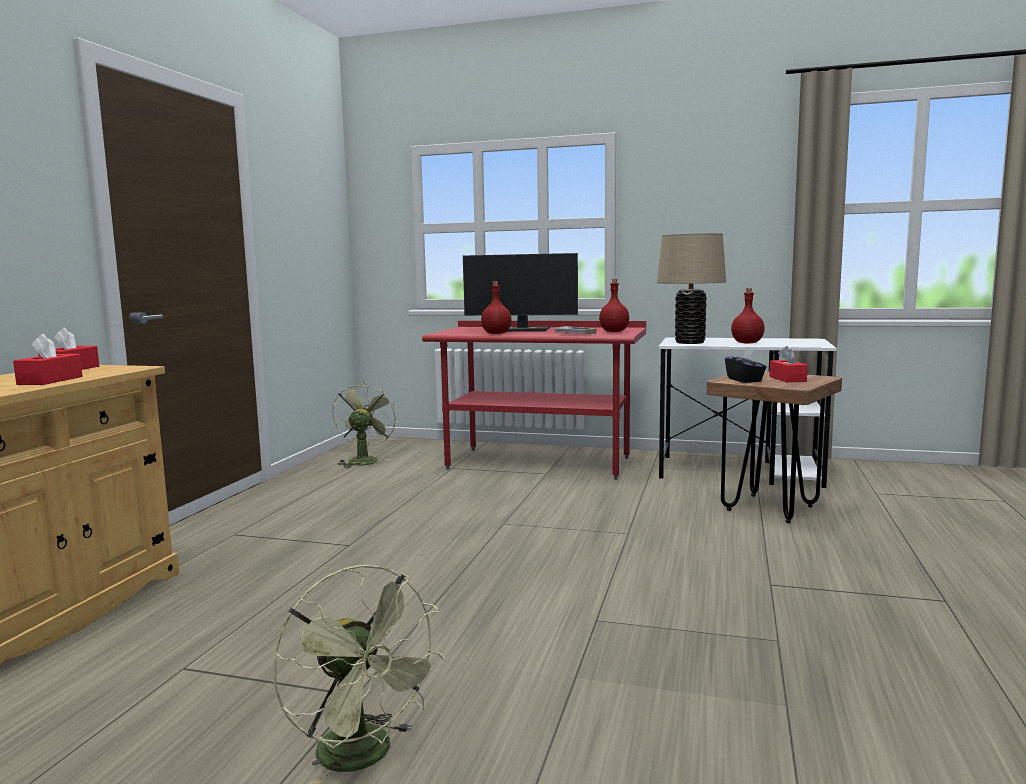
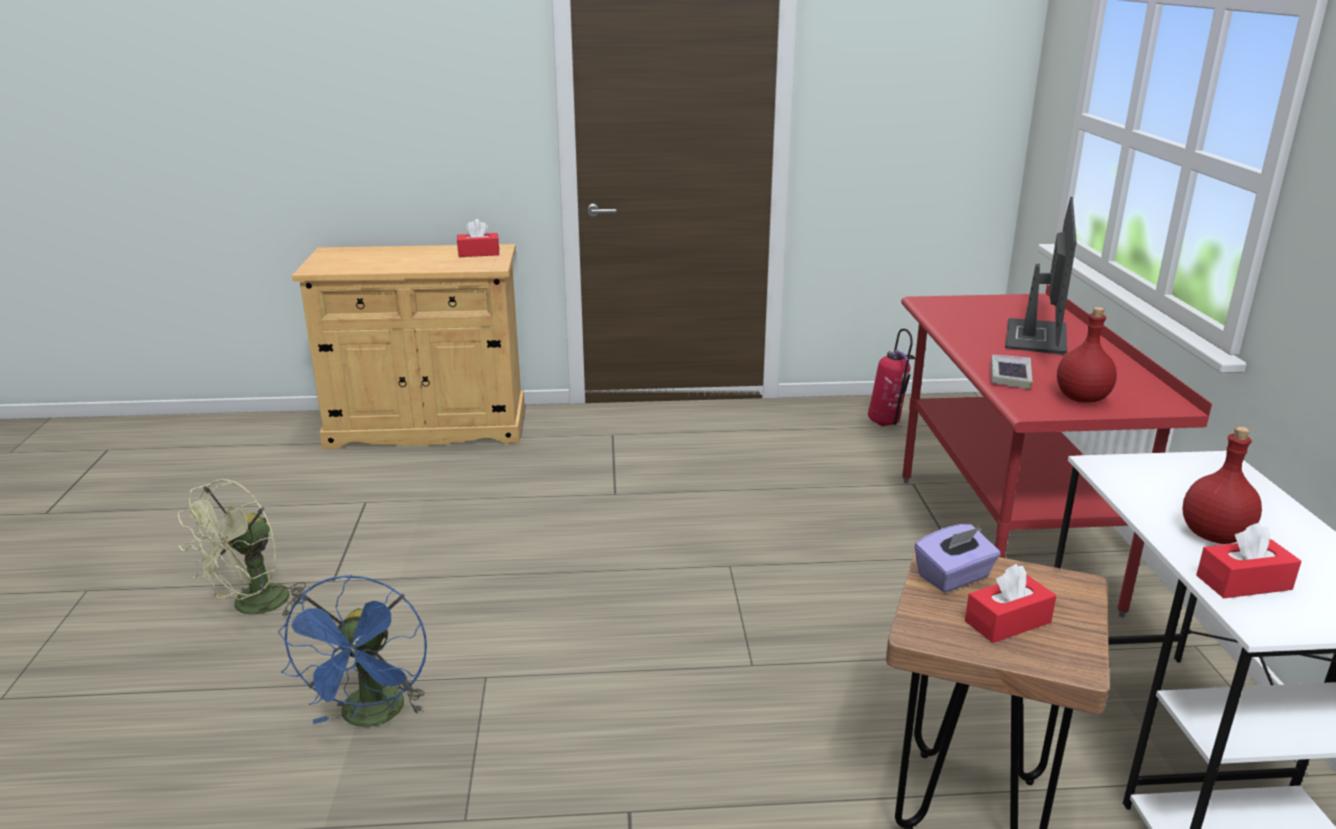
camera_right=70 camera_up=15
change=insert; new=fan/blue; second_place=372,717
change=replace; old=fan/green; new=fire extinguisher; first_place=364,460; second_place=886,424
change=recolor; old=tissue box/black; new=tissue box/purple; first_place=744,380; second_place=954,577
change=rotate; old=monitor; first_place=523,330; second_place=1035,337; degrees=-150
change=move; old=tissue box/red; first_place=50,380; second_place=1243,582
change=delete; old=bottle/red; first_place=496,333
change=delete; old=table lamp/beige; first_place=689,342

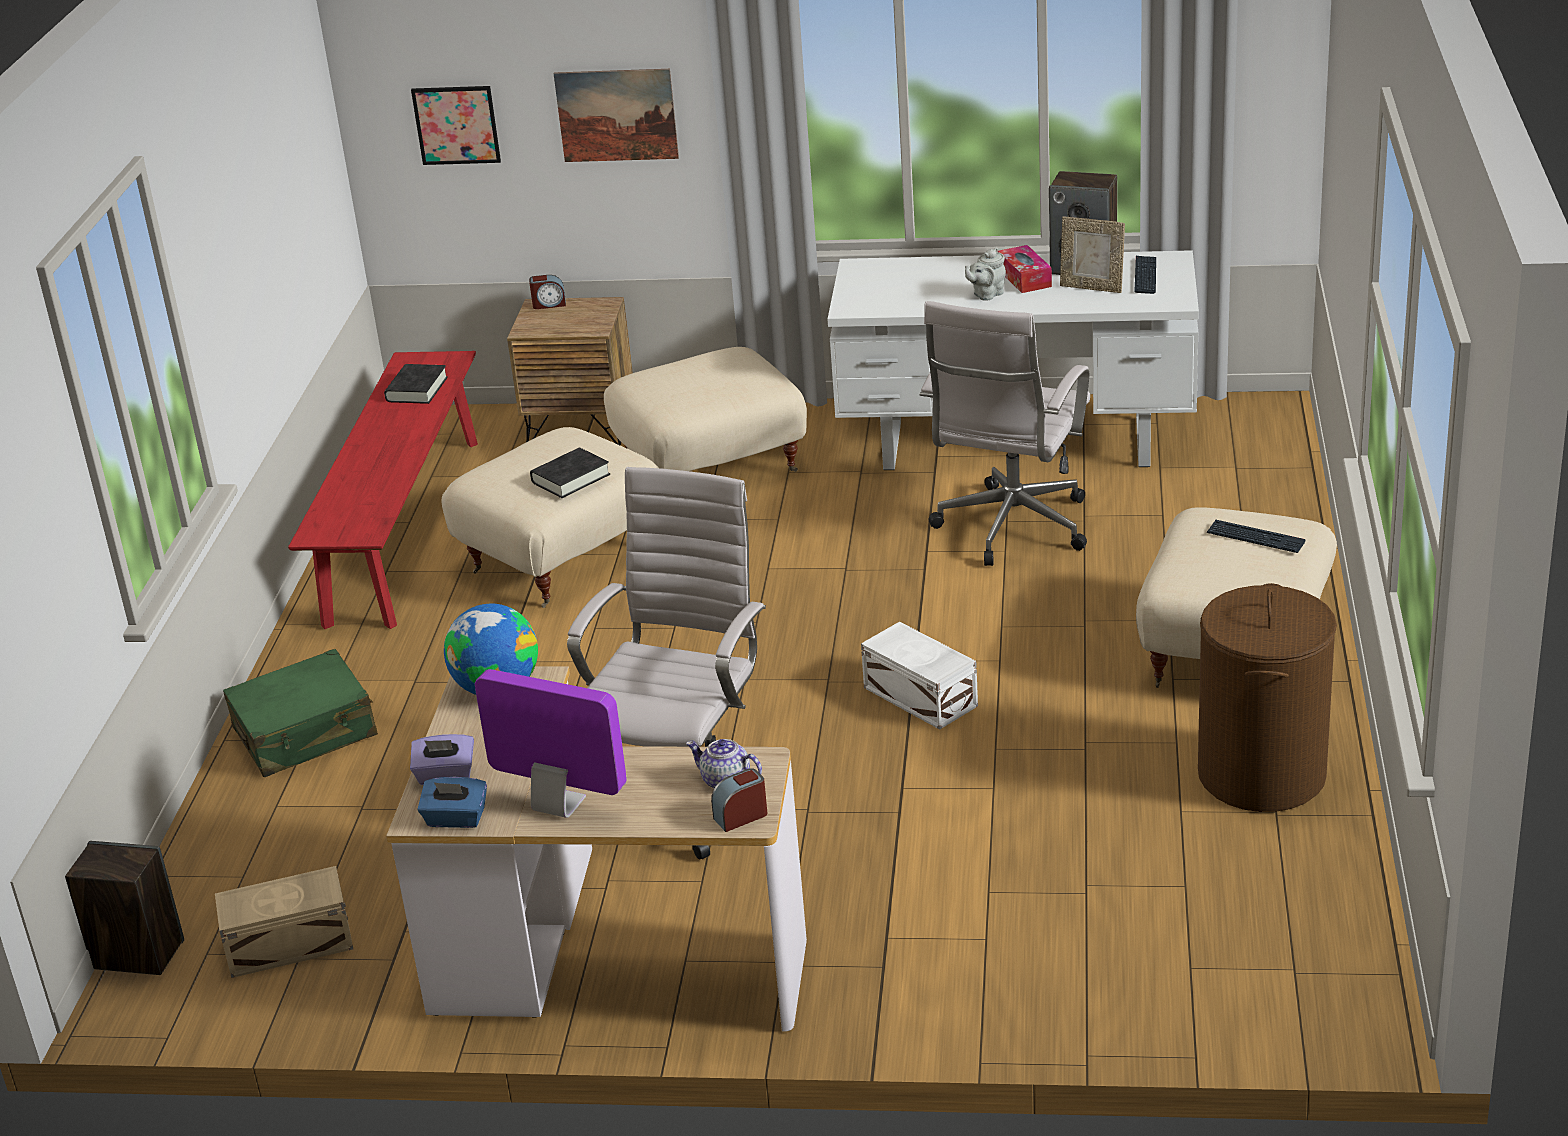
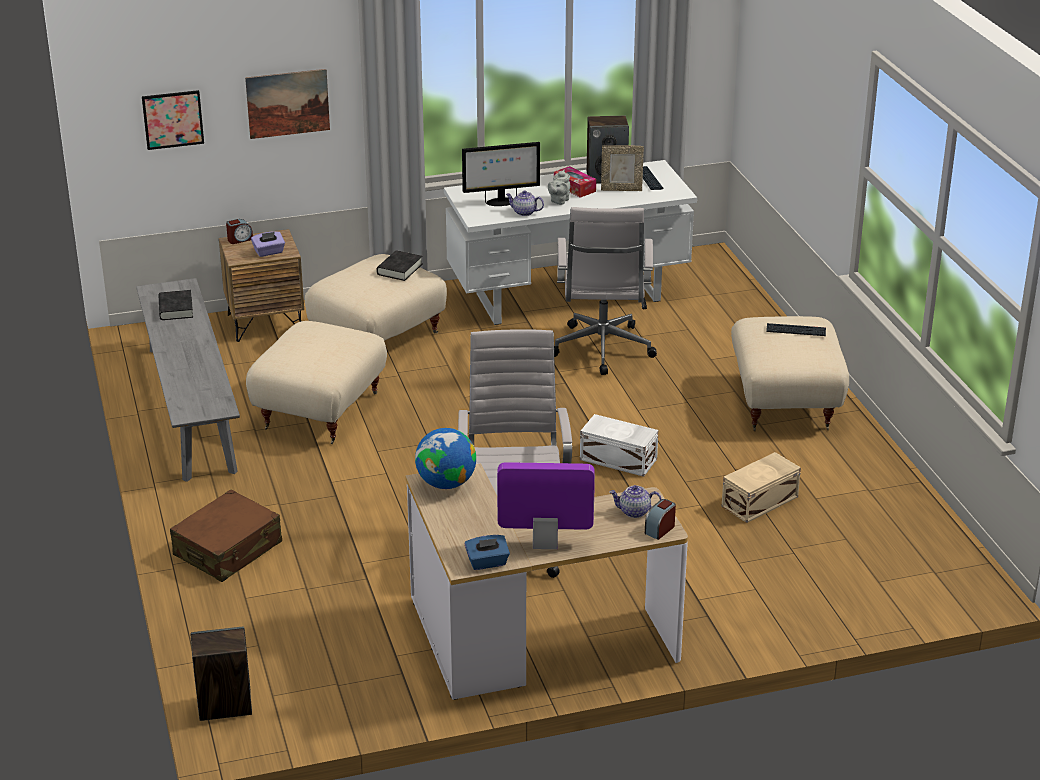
camera_right=-25 camera_up=0
change=recolor; old=bench/red; new=bench/grey; first_place=404,529; second_place=191,408
change=recolor; old=suitcase/green; new=suitcase/brown; first_place=306,733; second_place=228,549
change=move; old=tissue box/purple; first_place=445,776; second_place=269,252
change=move; old=book/black; first_place=570,478; second_place=399,269
change=insert; new=monitor; second_place=501,202
change=insert; new=teapot; second_place=524,212
change=move; old=storage box/beige; first_place=291,945; second_place=761,502
change=delete; old=laundry basket/brown; first_place=1262,775

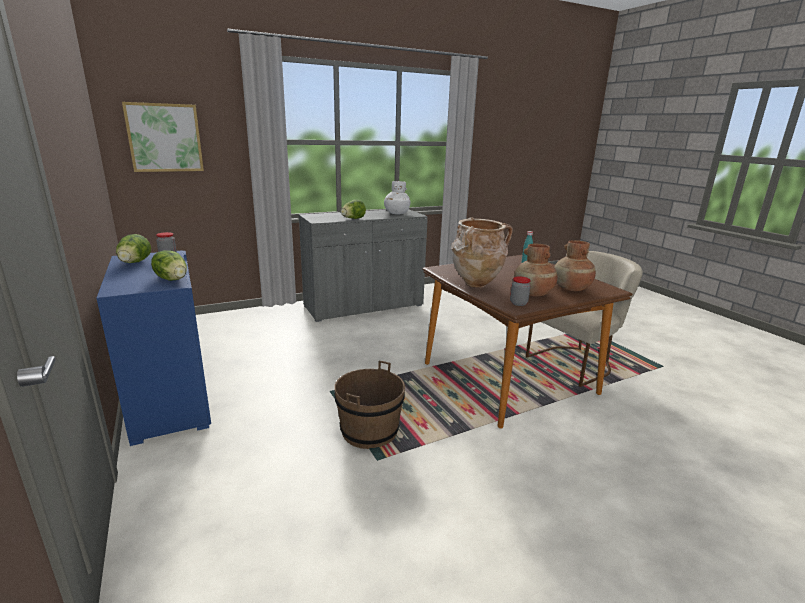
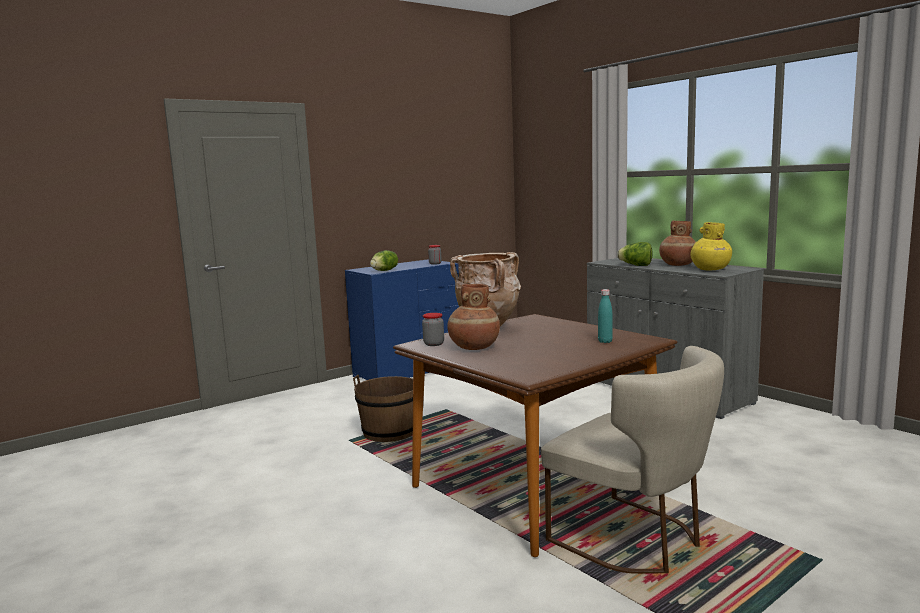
camera_right=80 camera_up=-10
change=move; old=vase/brown; first_place=571,288; second_place=677,265
change=recolor; old=vase/white; new=vase/yellow; first_place=396,213; second_place=710,269
change=delete; old=lettuce; first_place=134,263
change=delete; old=picture; first_place=165,138

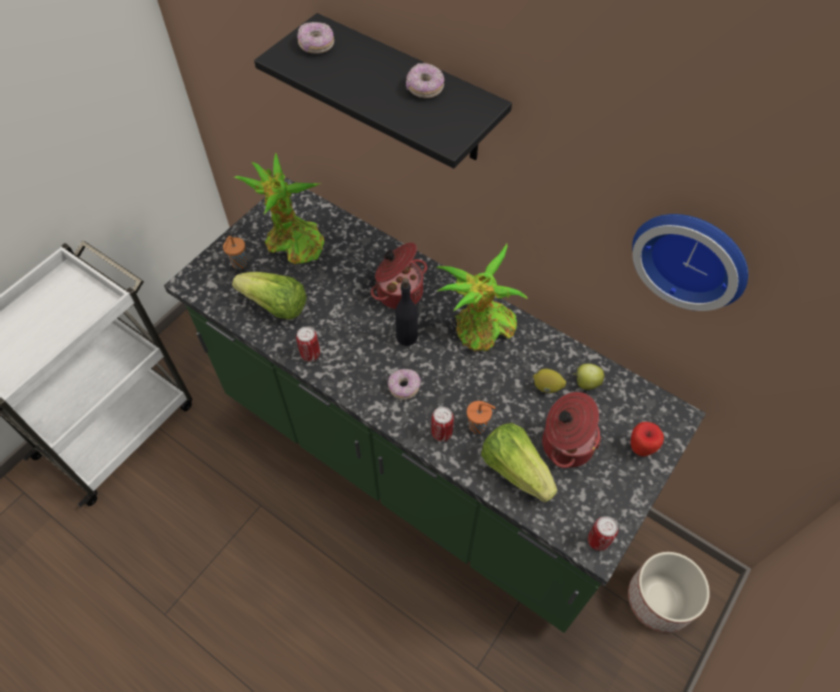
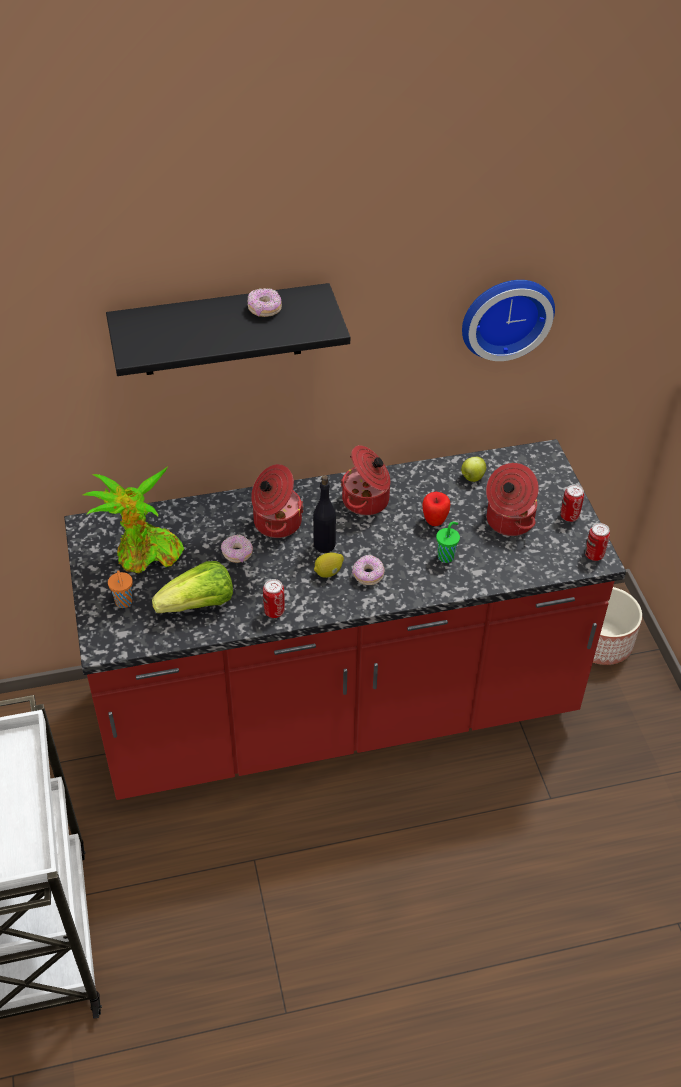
camera_right=-50 camera_up=-10
change=recolor; old=counter/green; new=counter/red; first_place=420,462; second_place=337,709
change=move; old=donut; first_place=316,45; second_place=237,554
change=move; old=lemon; first_place=547,387; second_place=328,572
change=replace; old=potted plant; new=cooking pot; first_place=481,330; second_place=367,501
change=move; old=apple; first_place=640,448; second_place=434,521
change=recolor; old=cup/orange; new=cup/green; first_place=478,426; second_place=446,556
change=move; old=can; first_place=441,433; second_place=569,516
change=delete; old=lettuce; first_place=515,469

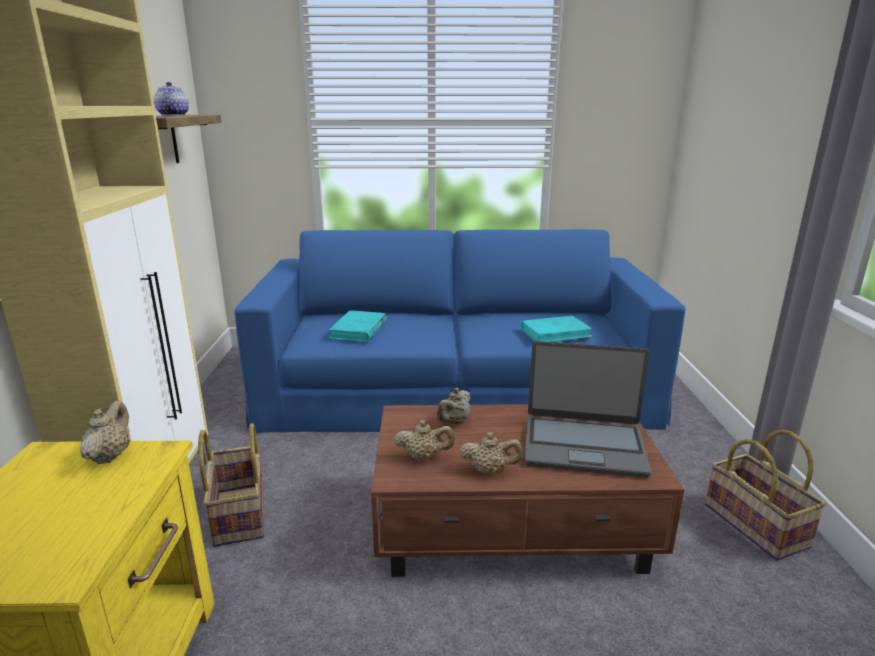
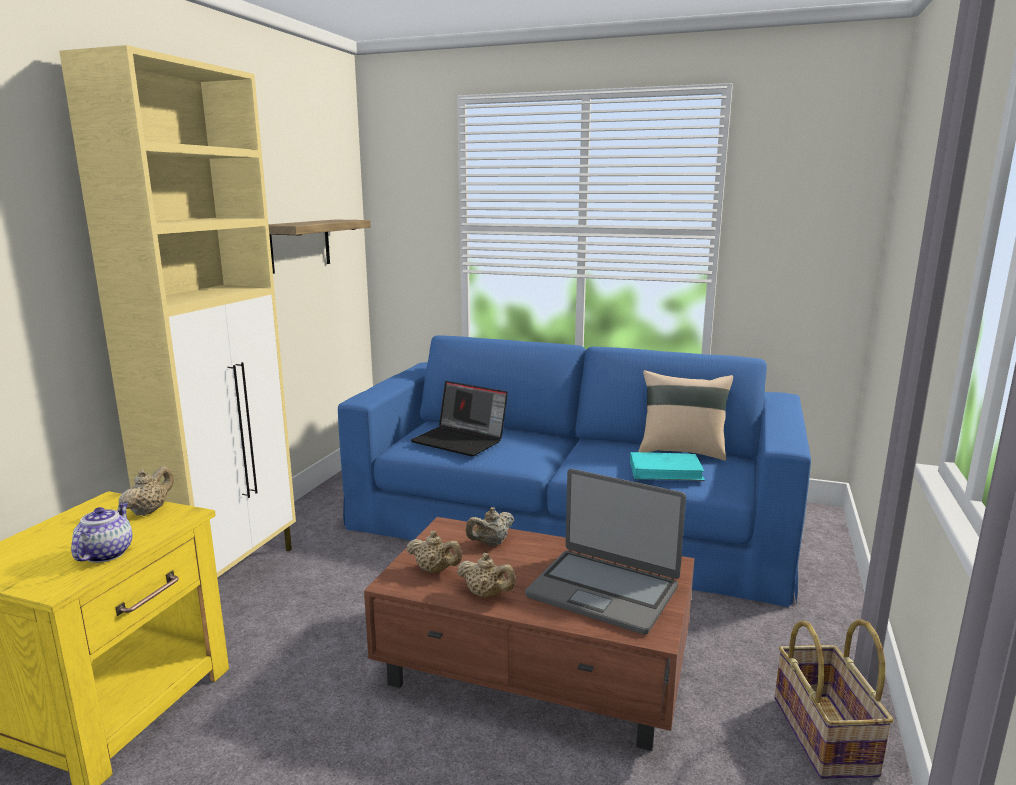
camera_right=20 camera_up=-5
change=move; old=teapot; first_place=173,115; second_place=106,553
change=replace; old=book/turquoise; new=laptop; first_place=358,330; second_place=461,440
change=insert; new=pillow/beige; second_place=682,451
change=delete; old=basket; first_place=238,514

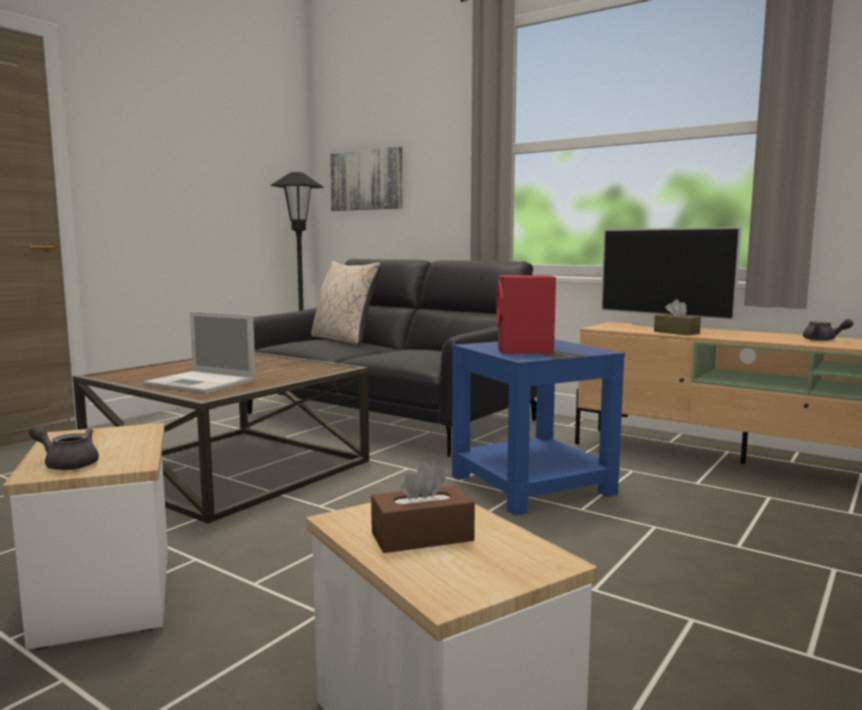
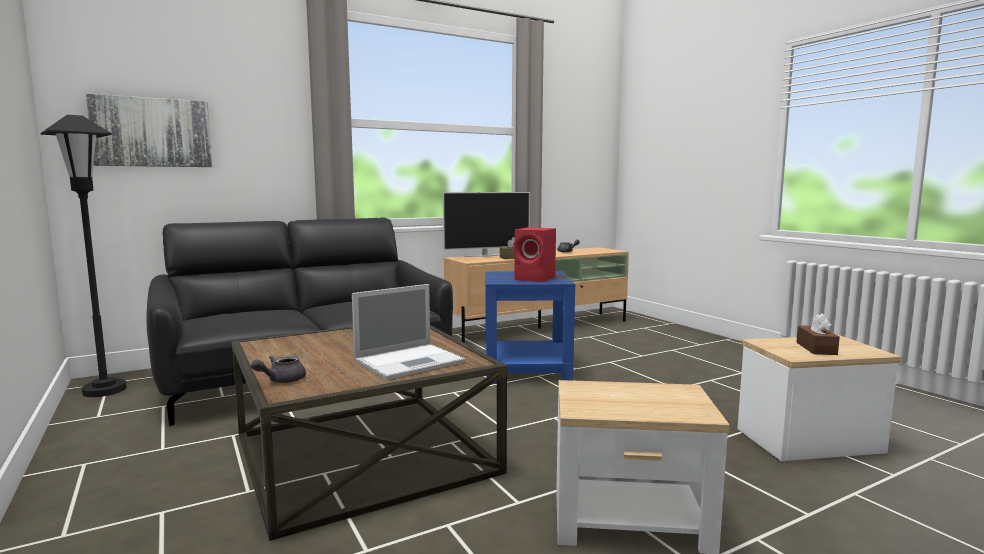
camera_right=-65 camera_up=0
change=move; old=teapot/grey; first_place=67,464; second_place=281,380
change=delete; old=pillow/beige; first_place=343,340

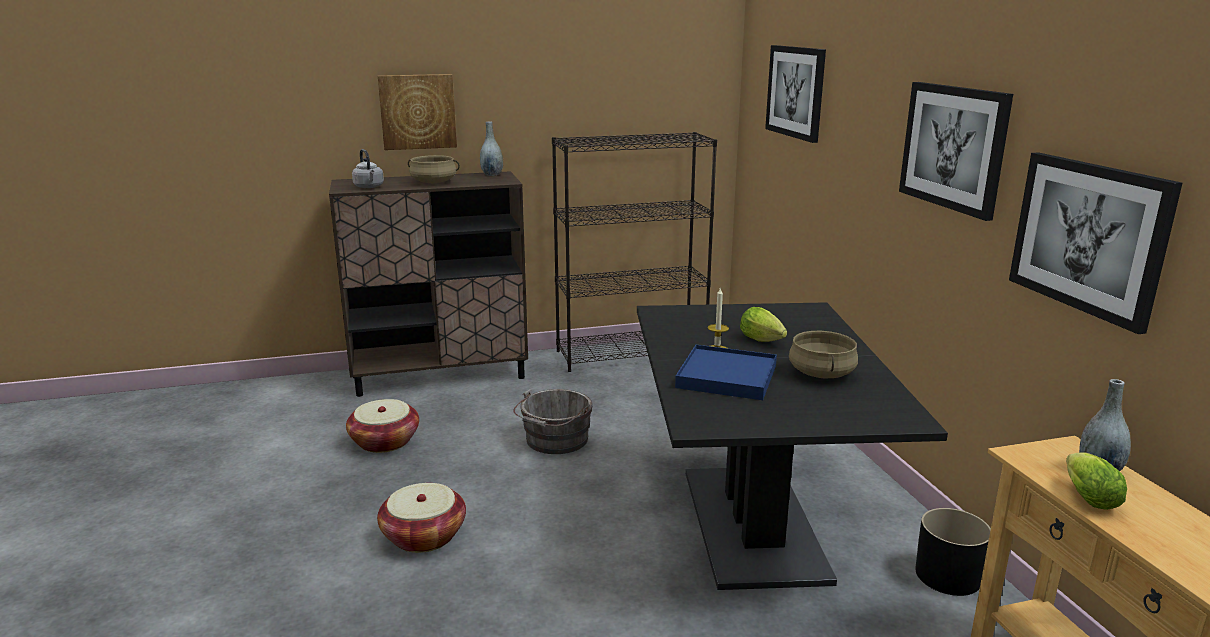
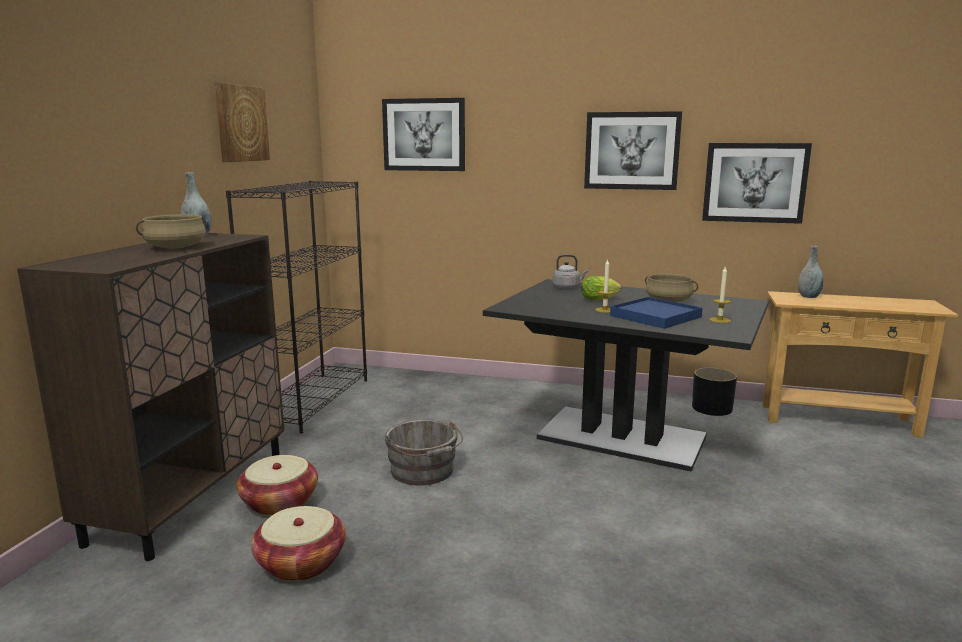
camera_right=-60 camera_up=-5
change=move; old=picture; first_place=417,111; second_place=241,123
change=move; old=basket; first_place=424,536; second_place=279,502
change=move; old=kettle/grey; first_place=369,187; second_place=567,287
change=insert; new=candle; second_place=720,320
change=delete; old=lettuce; first_place=1086,496

